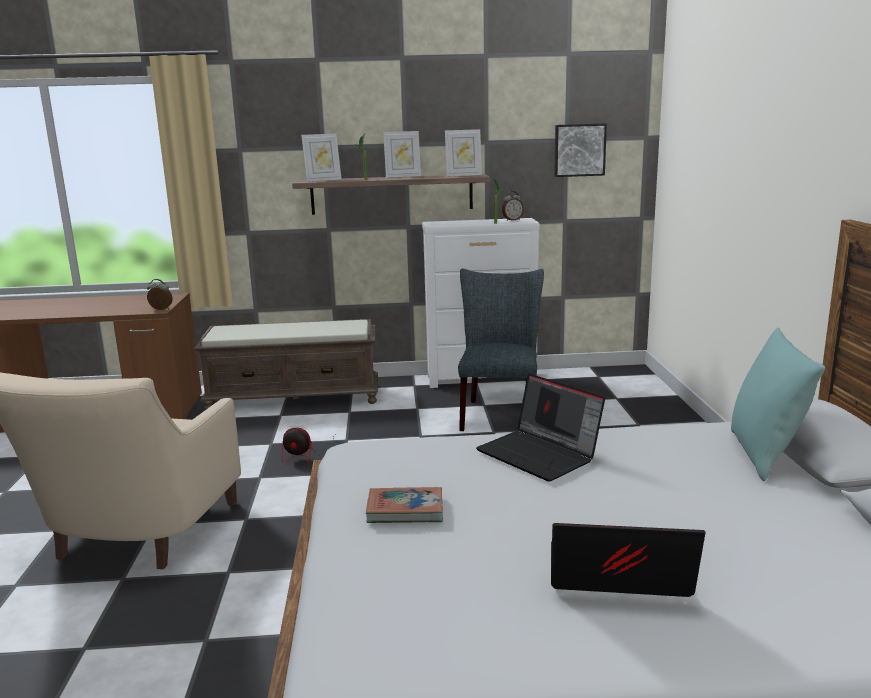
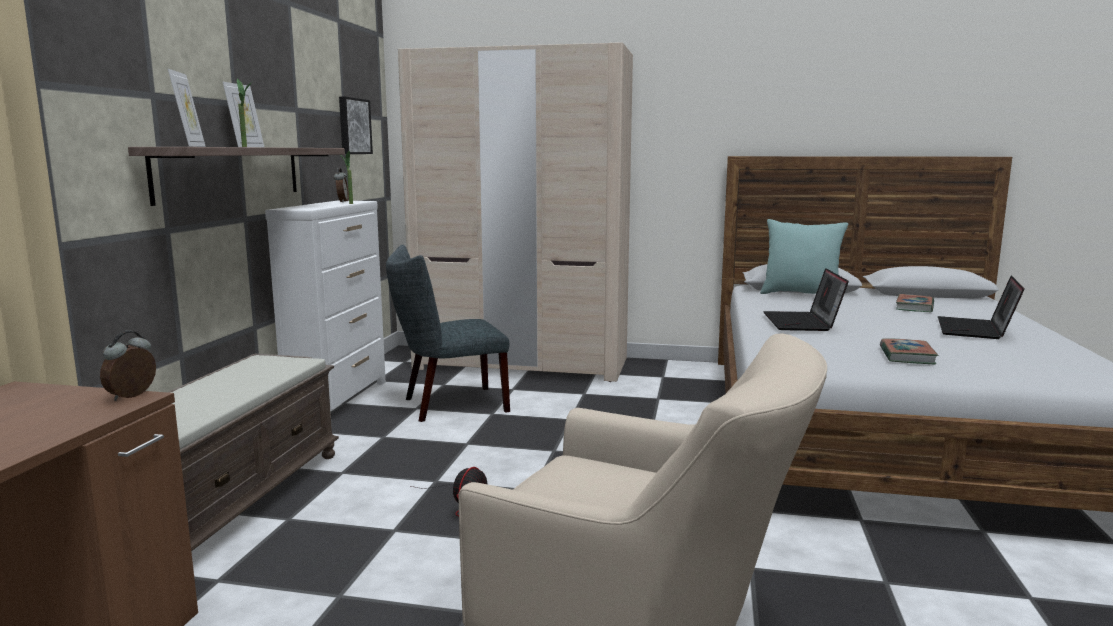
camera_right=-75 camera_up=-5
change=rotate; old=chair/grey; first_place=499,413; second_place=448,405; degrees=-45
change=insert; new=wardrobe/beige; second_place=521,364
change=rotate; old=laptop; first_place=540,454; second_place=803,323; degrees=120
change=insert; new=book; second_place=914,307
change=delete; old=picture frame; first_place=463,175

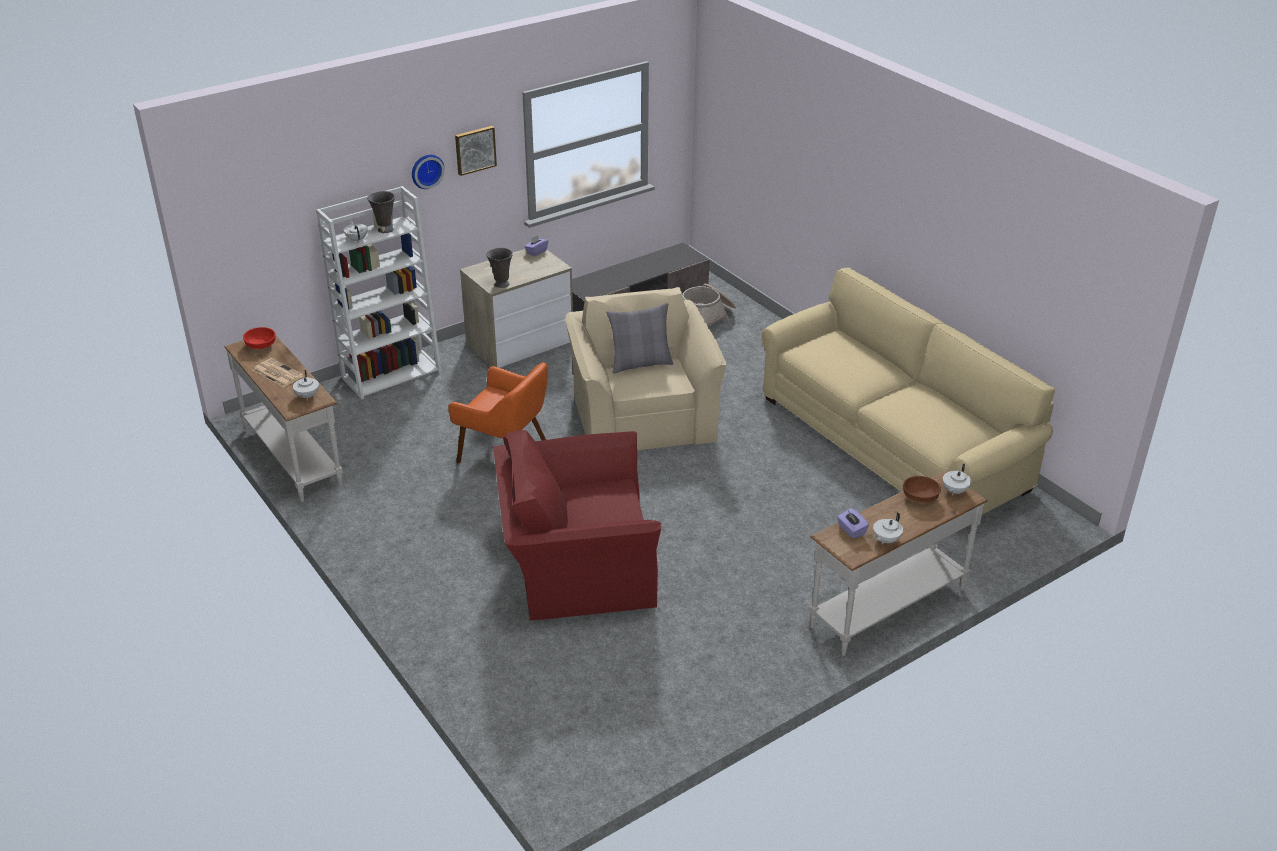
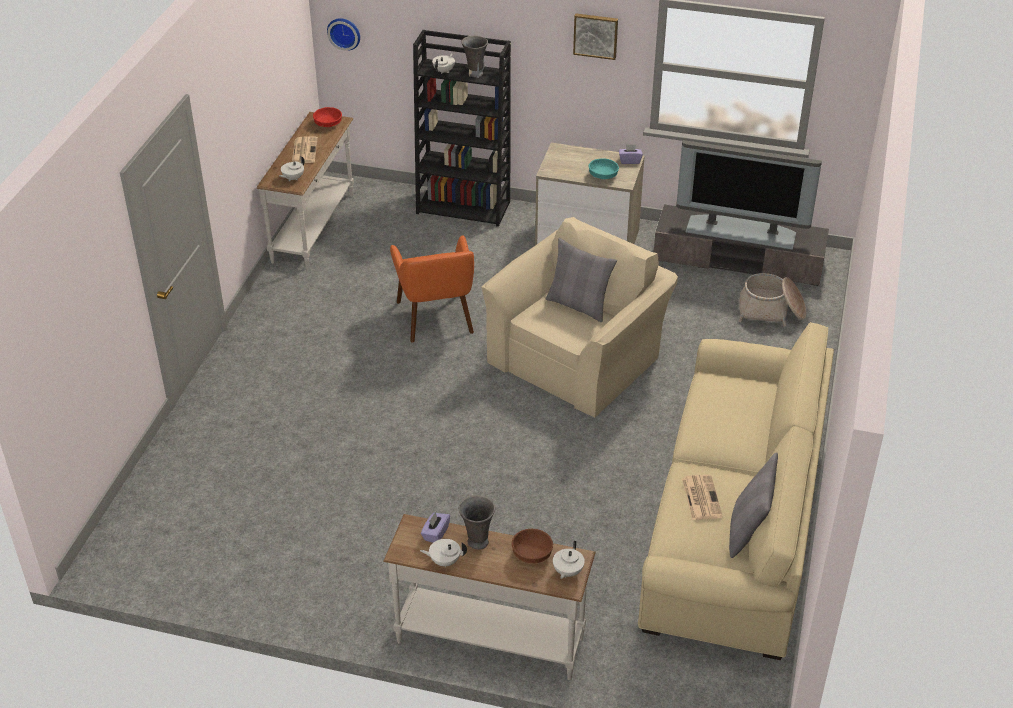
camera_right=50 camera_up=5
change=move; old=wall clock; first_place=426,170; second_place=344,33
change=recolor; old=bookcase/white; new=bookcase/black; first_place=392,373; second_place=464,207
change=move; old=vase/grey; first_place=501,284; second_place=477,542
change=rotate; old=teapot/white; first_place=954,491; second_place=567,572; degrees=-60
change=insert; new=bowl/turquoise; second_place=603,176
change=insert; new=television; second_place=741,230
change=insert; new=newspaper; second_place=701,497
change=insert; new=pillow/grey; second_place=748,531
change=delete; old=armchair/red; first_place=574,566

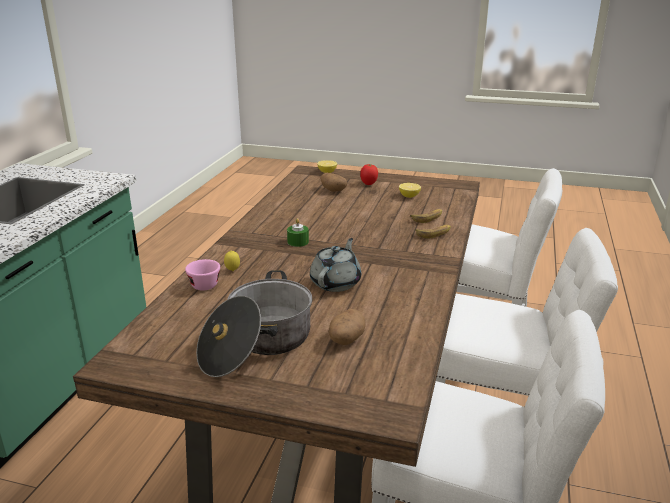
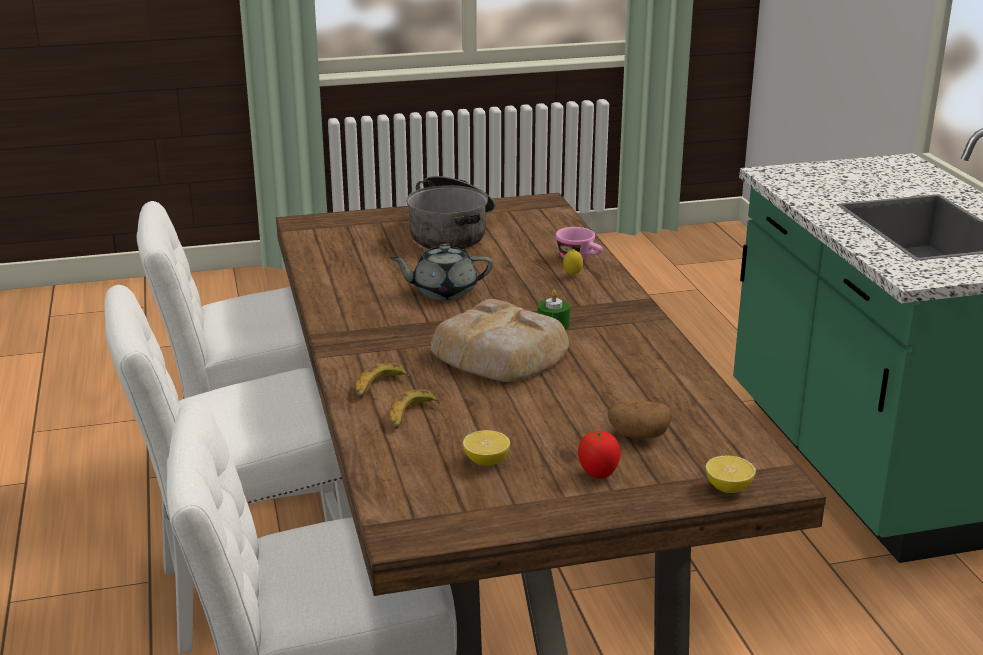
camera_right=150 camera_up=0
change=rotate; old=teapot/grey; first_place=336,282; second_place=443,291; degrees=90
change=insert; new=bread; second_place=501,353
change=delete; old=potato; first_place=346,340

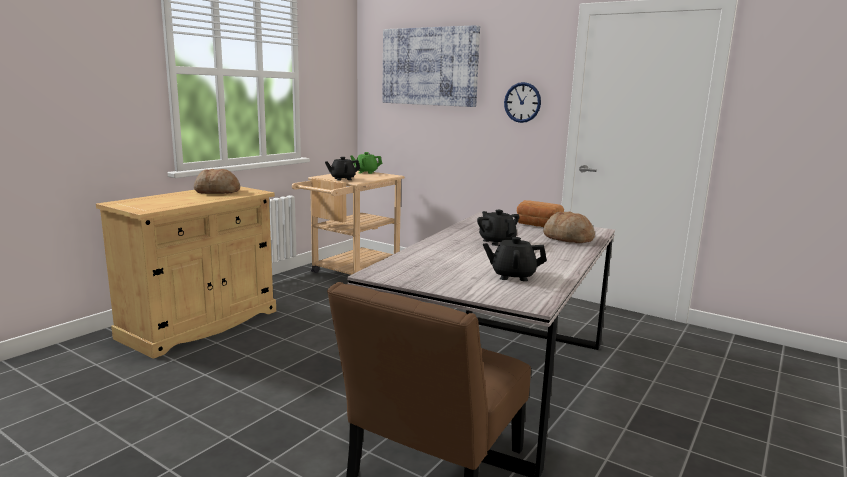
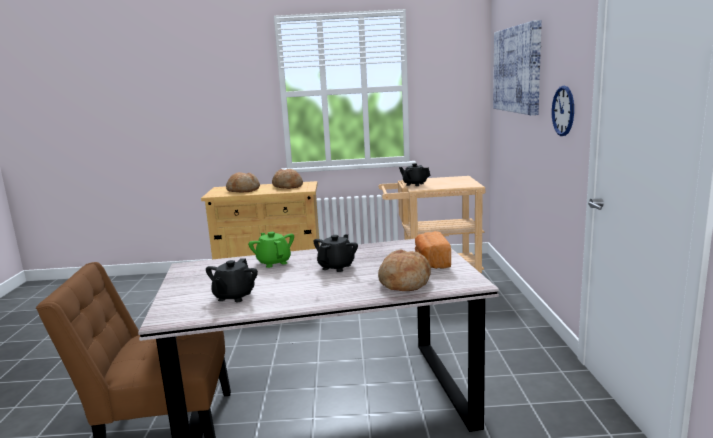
camera_right=55 camera_up=0
change=rotate; old=teapot/black; first_place=512,276; second_place=234,296; degrees=-135
change=insert; new=bread; second_place=243,190
change=move; old=teapot/green; first_place=366,172; second_place=274,262

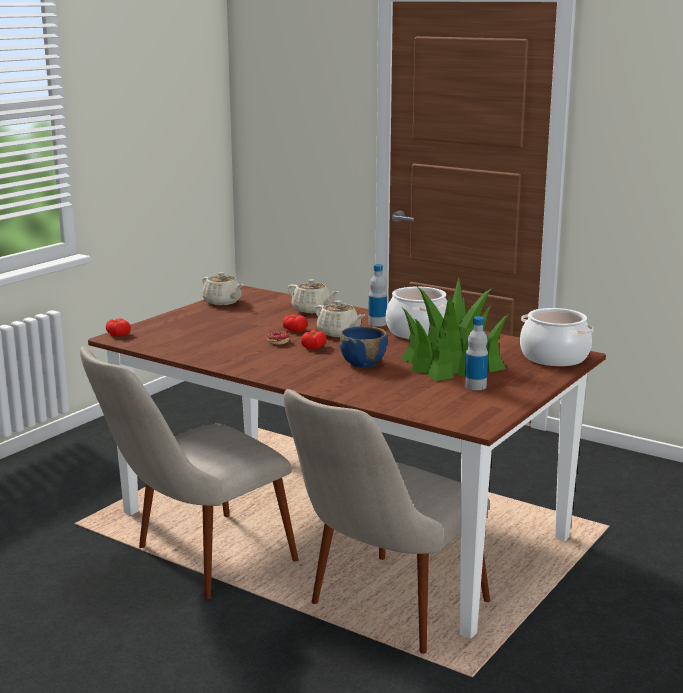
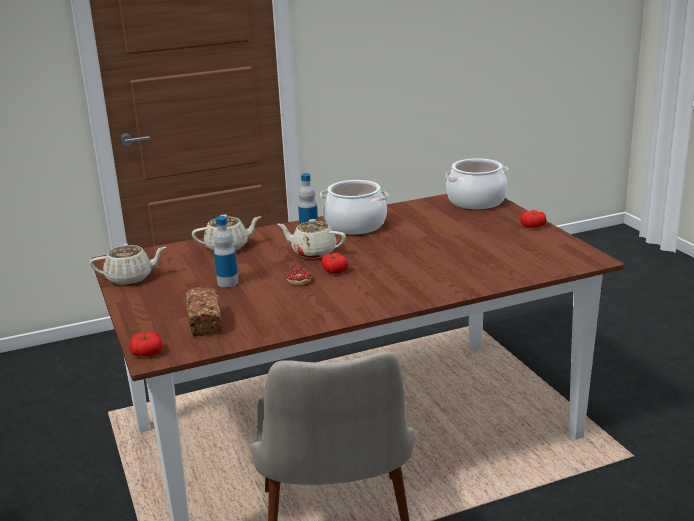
camera_right=-55 camera_up=5
change=insert; new=bread; second_place=205,323
change=move; old=bottle; first_place=475,386; second_place=228,282
change=rotate; old=teapot/beige; first_place=339,333; second_place=313,252; degrees=-150
change=move; old=tomato; first_place=295,330; second_place=533,226
change=delete; old=chair/beige; first_place=382,616
change=delete; old=bowl/blue; first_place=363,363
change=delete; old=potted plant; first_place=451,364

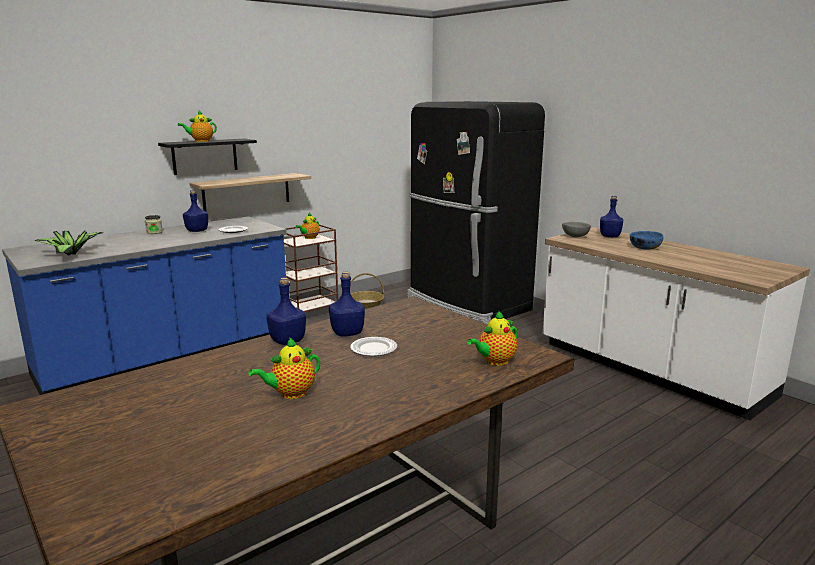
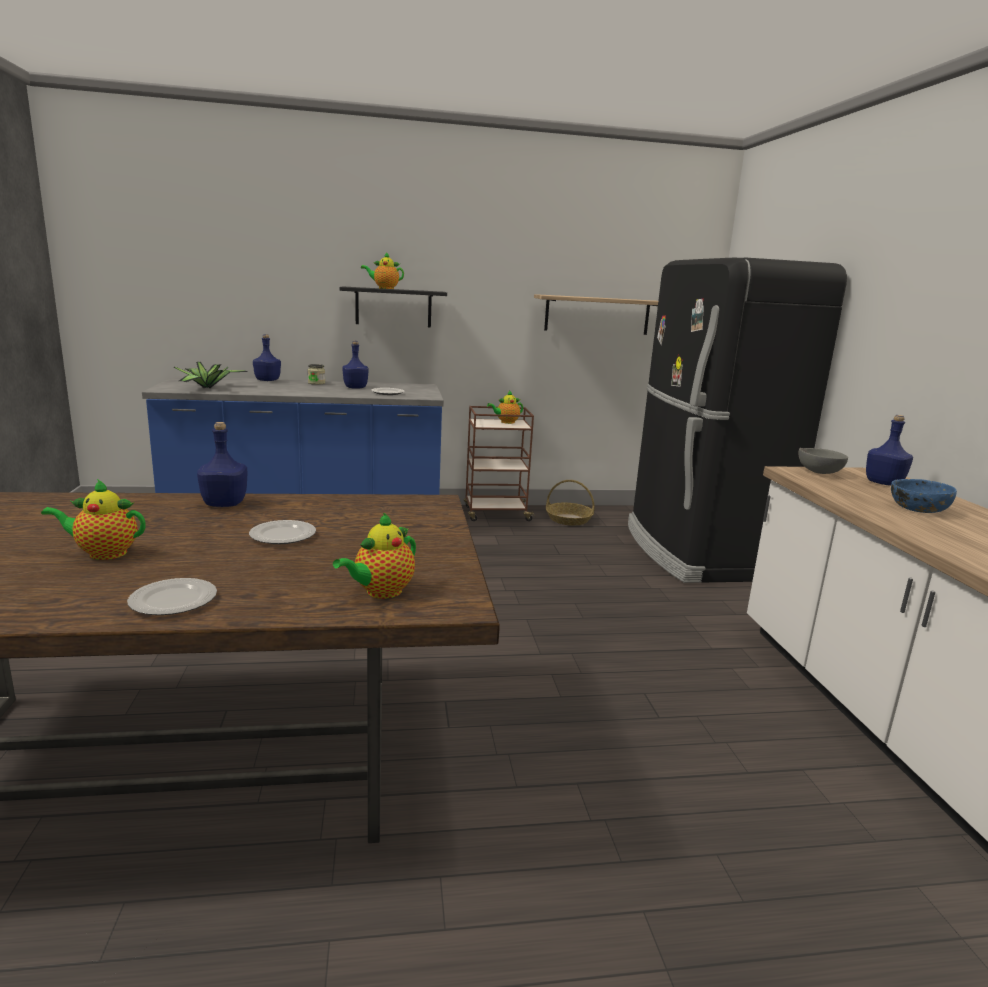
camera_right=30 camera_up=0
change=insert; new=plate; second_place=173,601
change=move; old=bottle/blue; first_place=347,333; second_place=267,380
change=rotate; old=teapot; first_place=494,361; second_place=381,592; degrees=-45
change=move; old=shelf; first_place=247,192; second_place=597,315

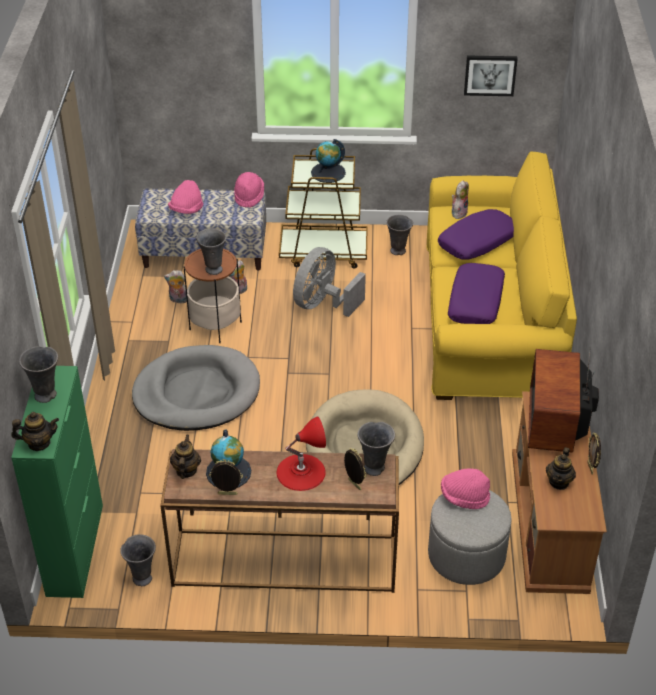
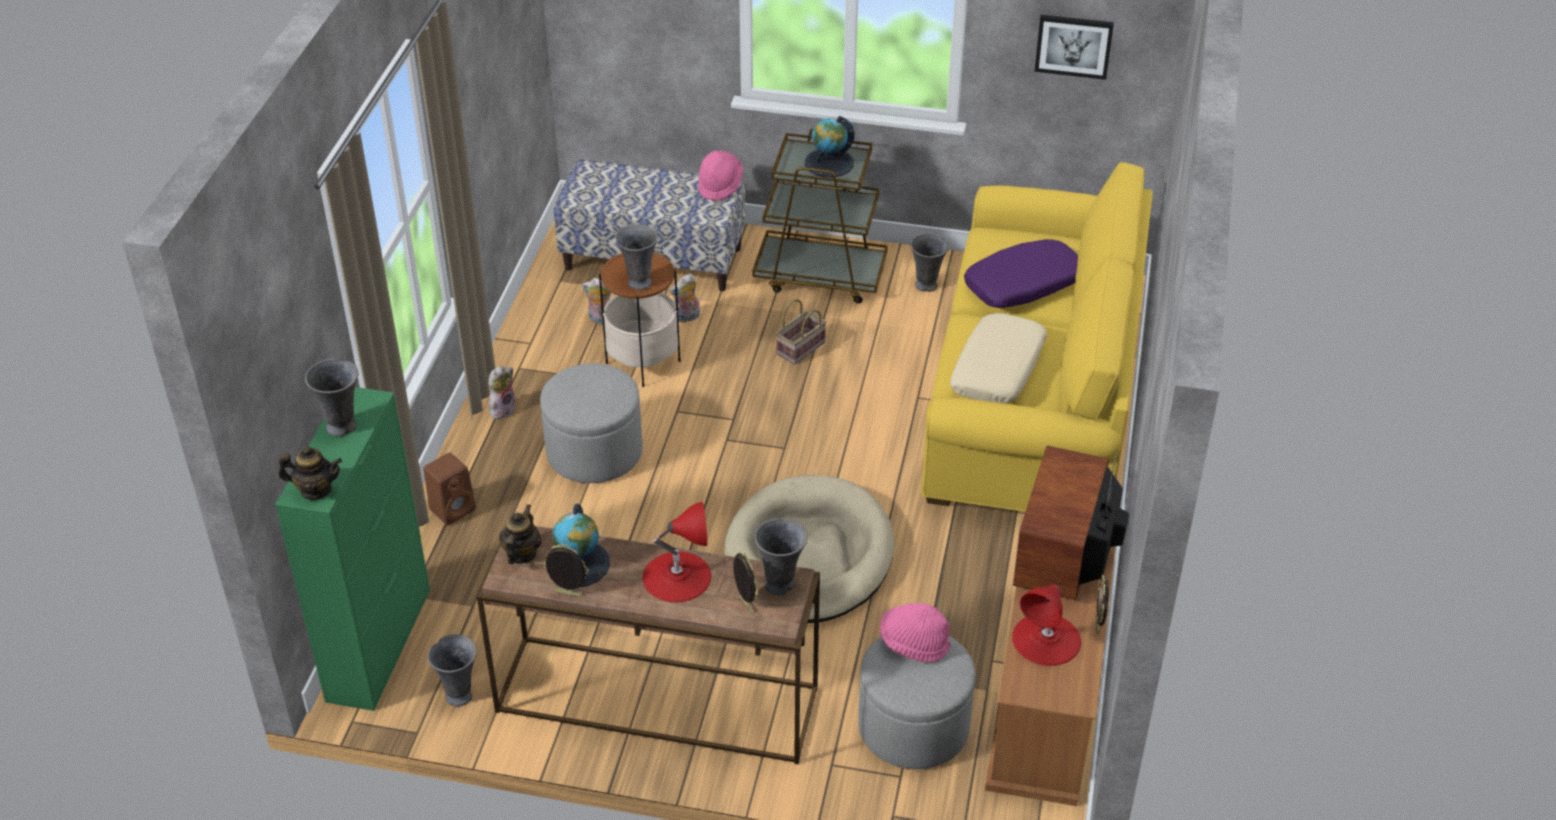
camera_right=10 camera_up=0
change=insert; new=speaker/brown; second_place=453,508
change=move; old=plush toy; first_place=458,212; second_place=502,409
change=replace; old=dog bed/grey; new=ottoman/grey; first_place=196,393; second_place=594,452
change=replace; old=fan/grey; new=basket; first_place=323,304; second_place=800,349
change=recolor; old=pillow/purple; new=pillow/beige; first_place=476,302; second_place=998,370
change=replace; old=teapot; new=table lamp/red; first_place=559,482; second_place=1046,639
change=delete; old=hat/pink; first_place=186,210

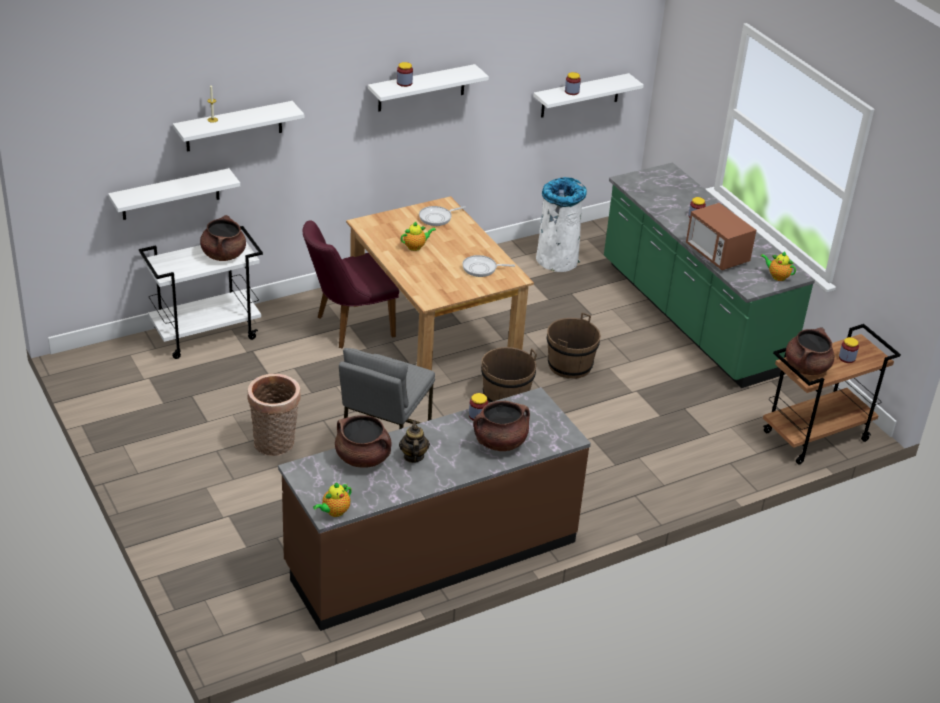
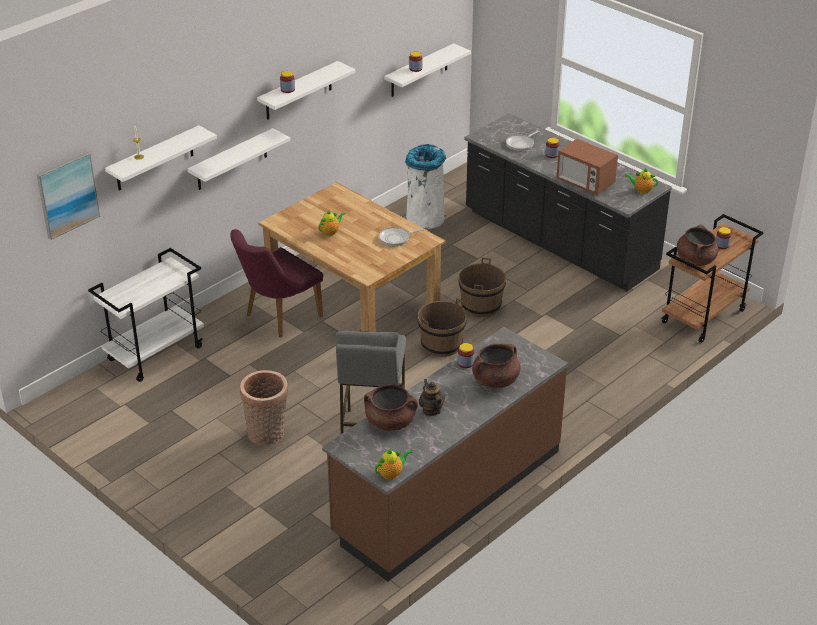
camera_right=-15 camera_up=0
change=insert; new=picture; second_place=67,195
change=move; old=shelf/white; first_place=170,194; second_place=232,160
change=rotate; old=teapot; first_place=334,512; second_place=391,474; degrees=-150
change=recolor; old=counter/green; new=counter/black; first_place=691,317; second_place=559,242
change=move; old=frying pan; first_place=437,218; second_place=521,144
change=delete; old=cooking pot/brown; first_place=223,255

